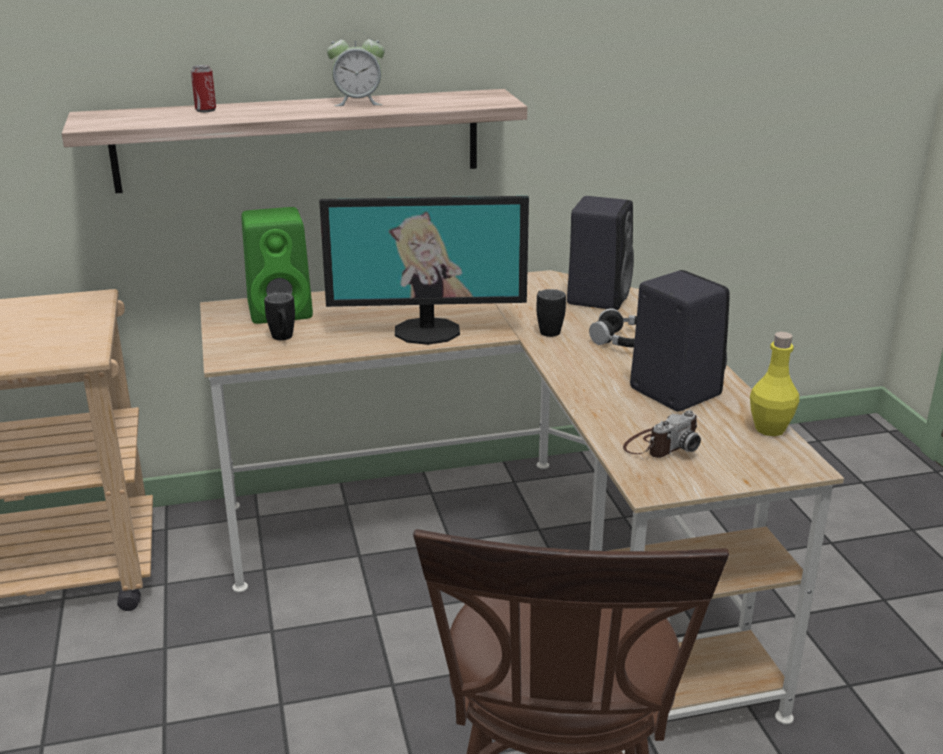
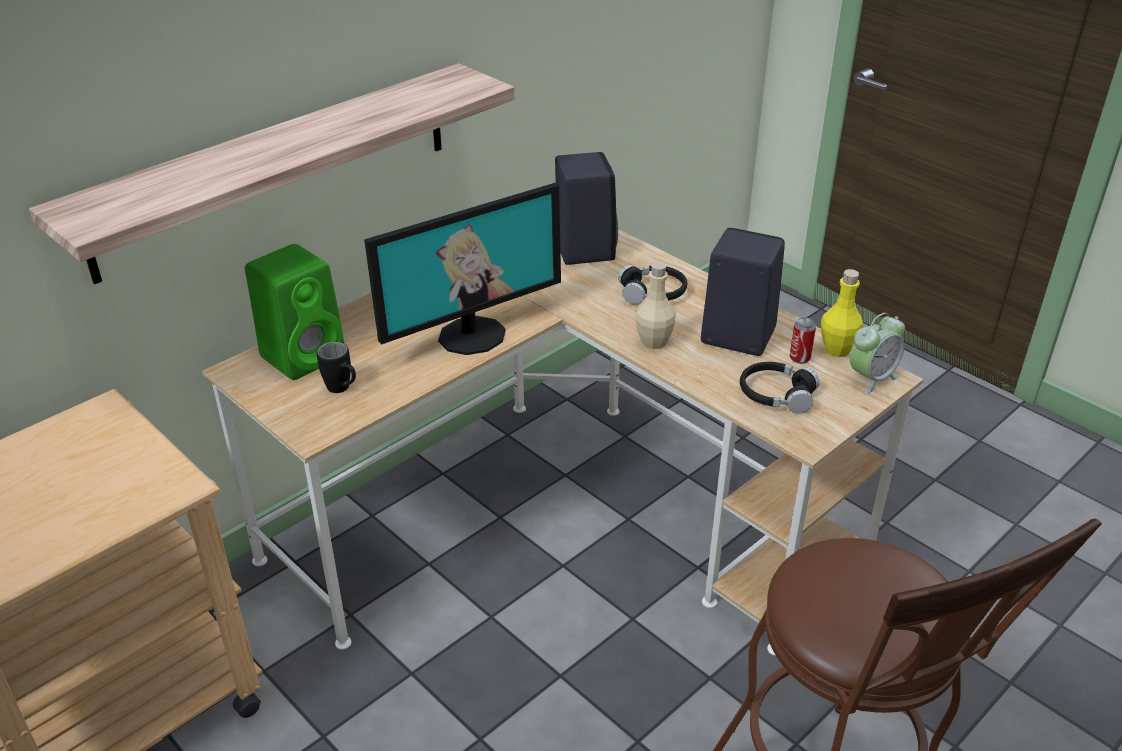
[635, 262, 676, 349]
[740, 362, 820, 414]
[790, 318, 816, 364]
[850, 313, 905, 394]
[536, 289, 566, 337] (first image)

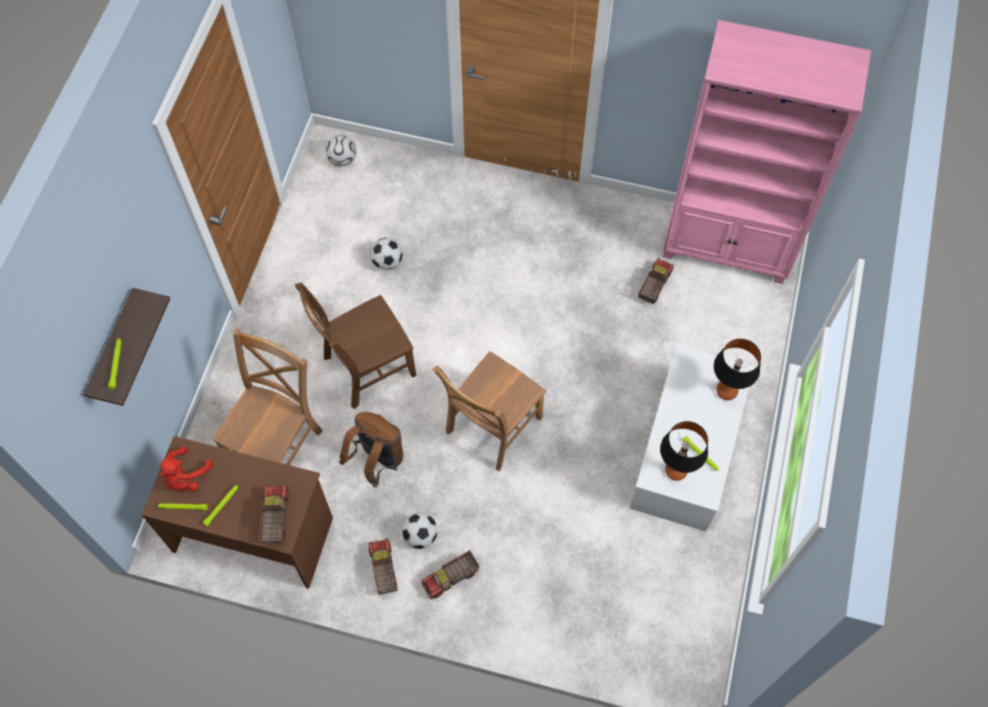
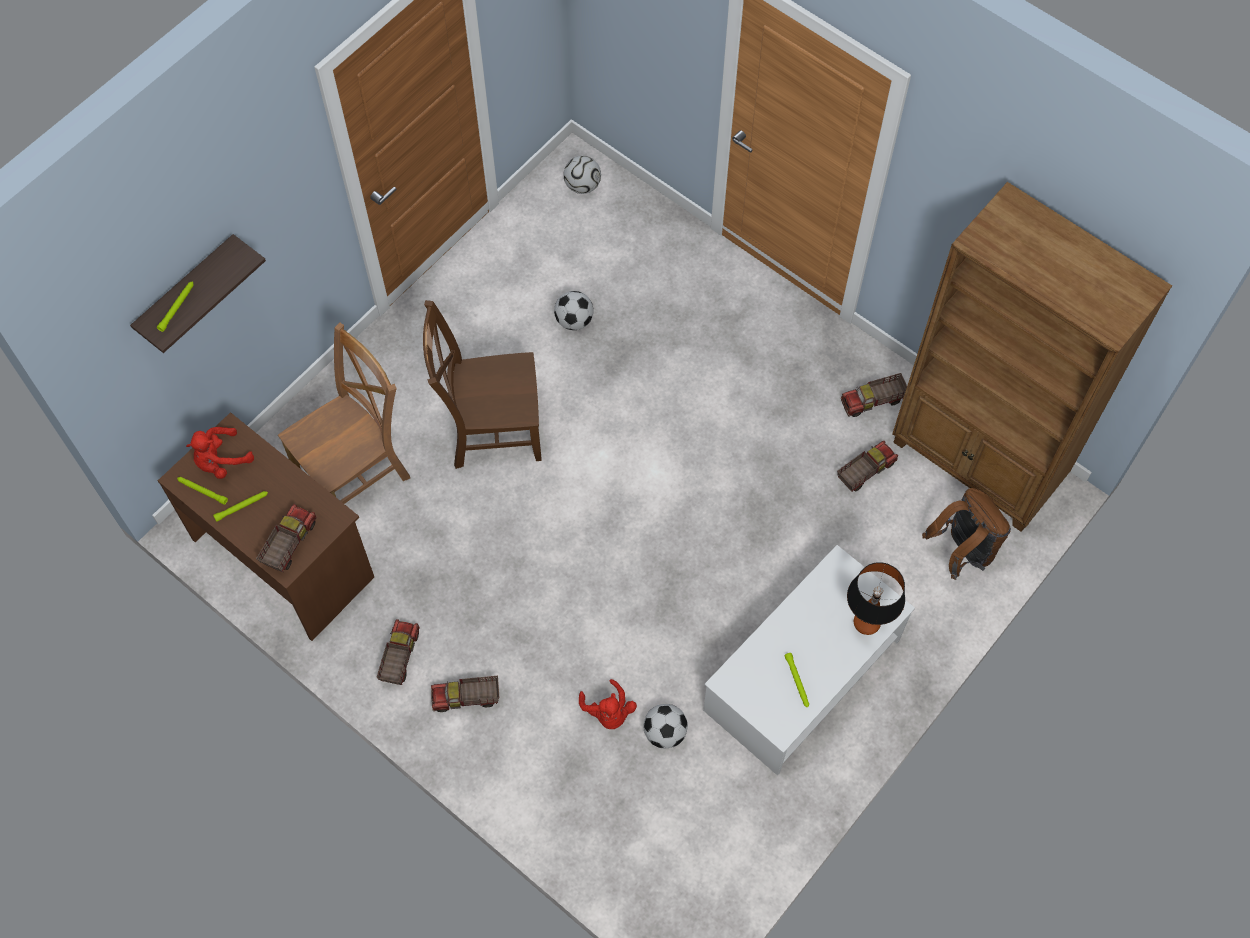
[579, 679, 637, 729]
[643, 704, 688, 748]
[841, 373, 907, 417]
[892, 182, 1172, 532]
[922, 488, 1011, 580]
[432, 352, 546, 471] (first image)
[660, 421, 708, 481] (first image)

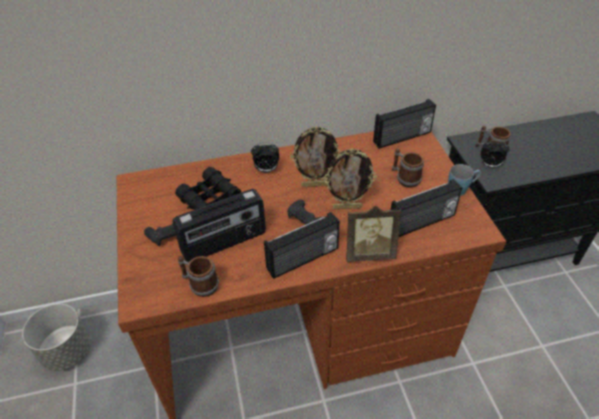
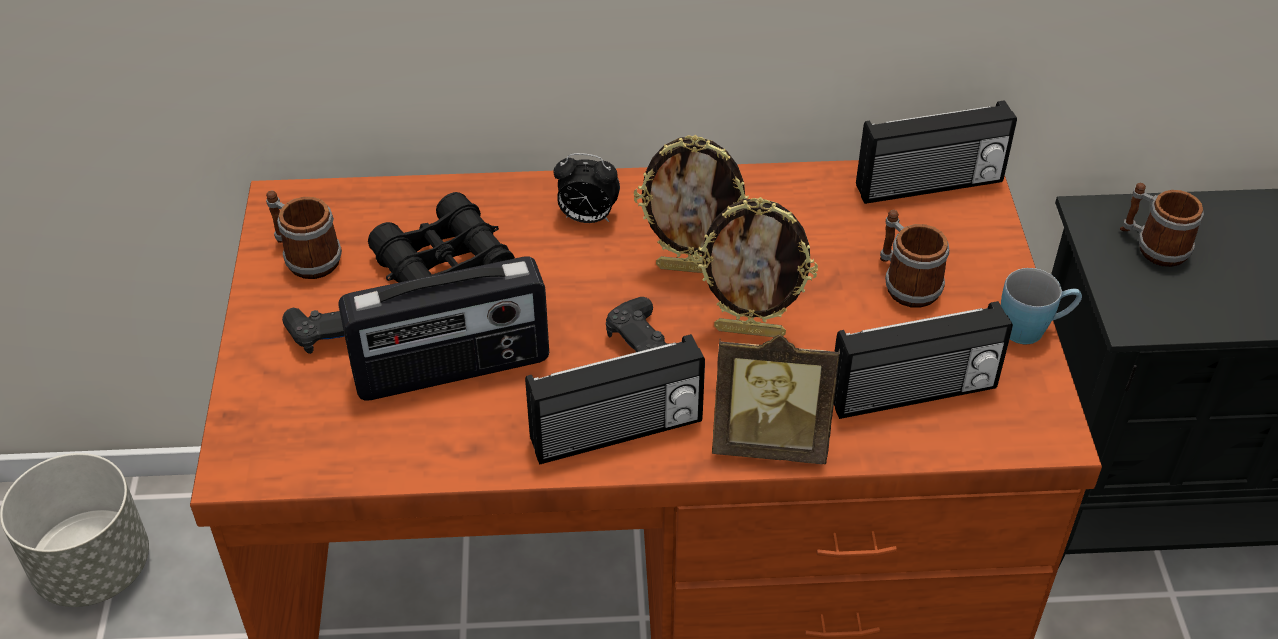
[266, 190, 342, 279]
[481, 140, 510, 168] (first image)

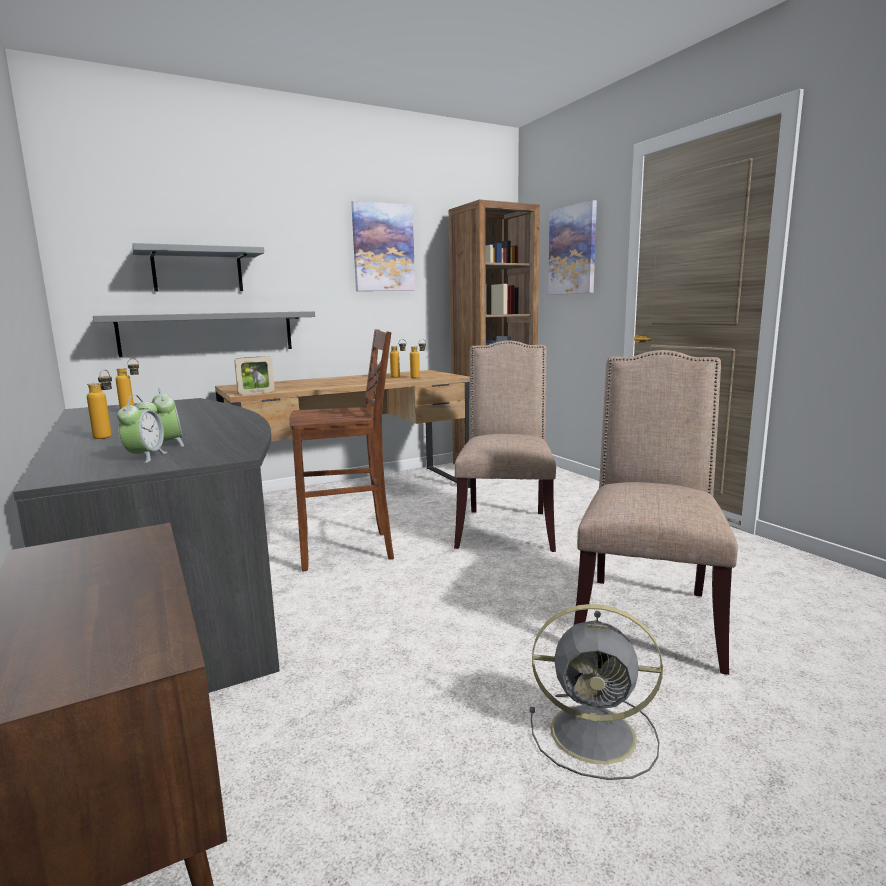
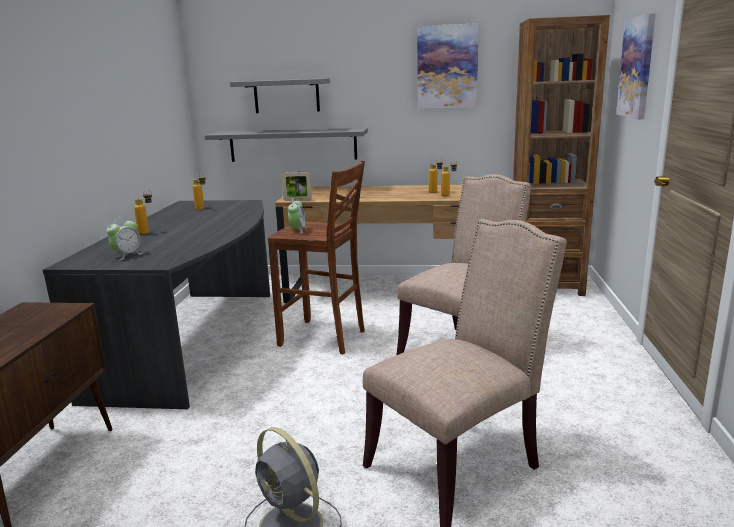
[288, 198, 306, 234]

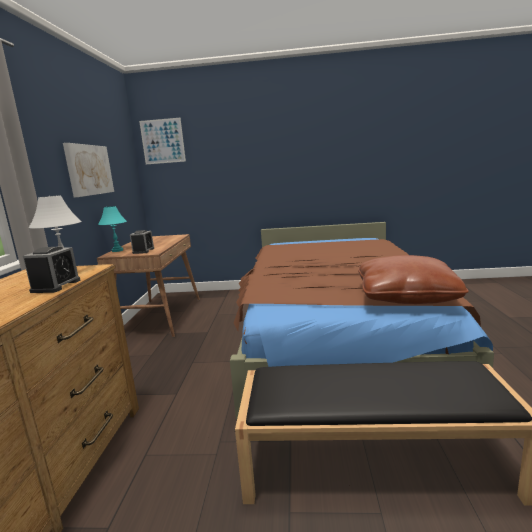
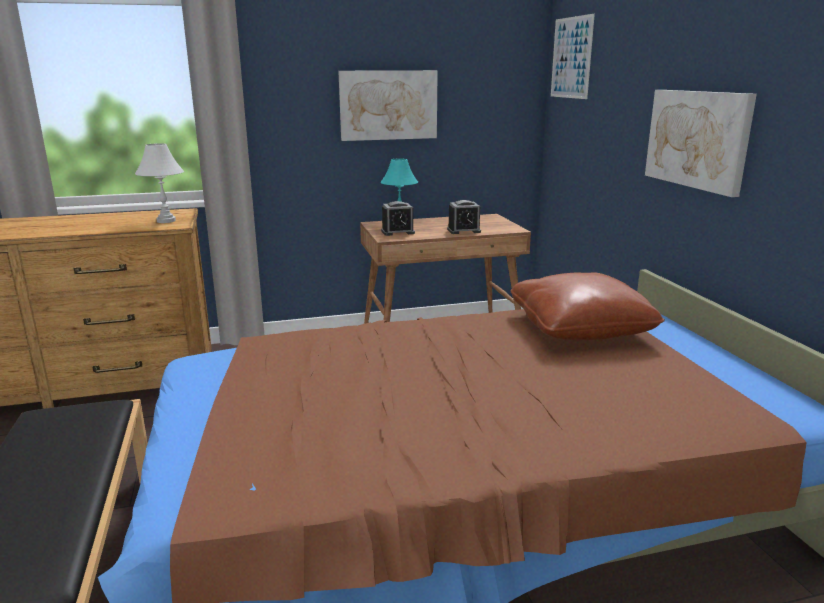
[447, 200, 481, 234]
[511, 272, 665, 340]
[645, 90, 757, 197]

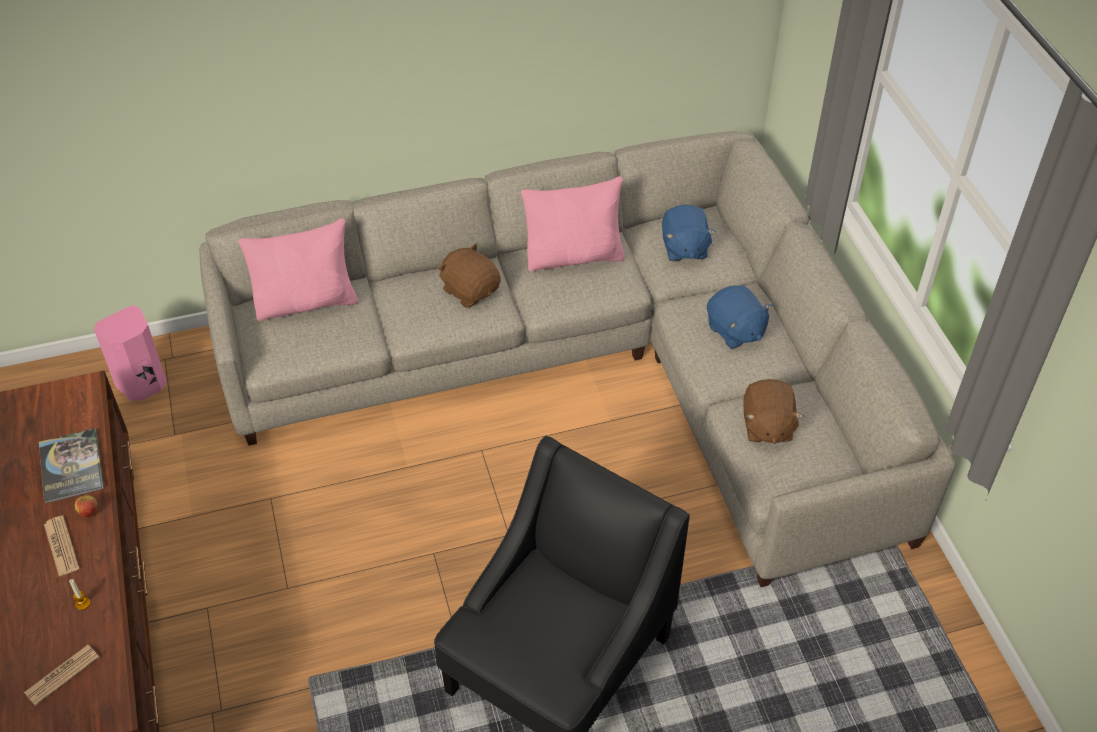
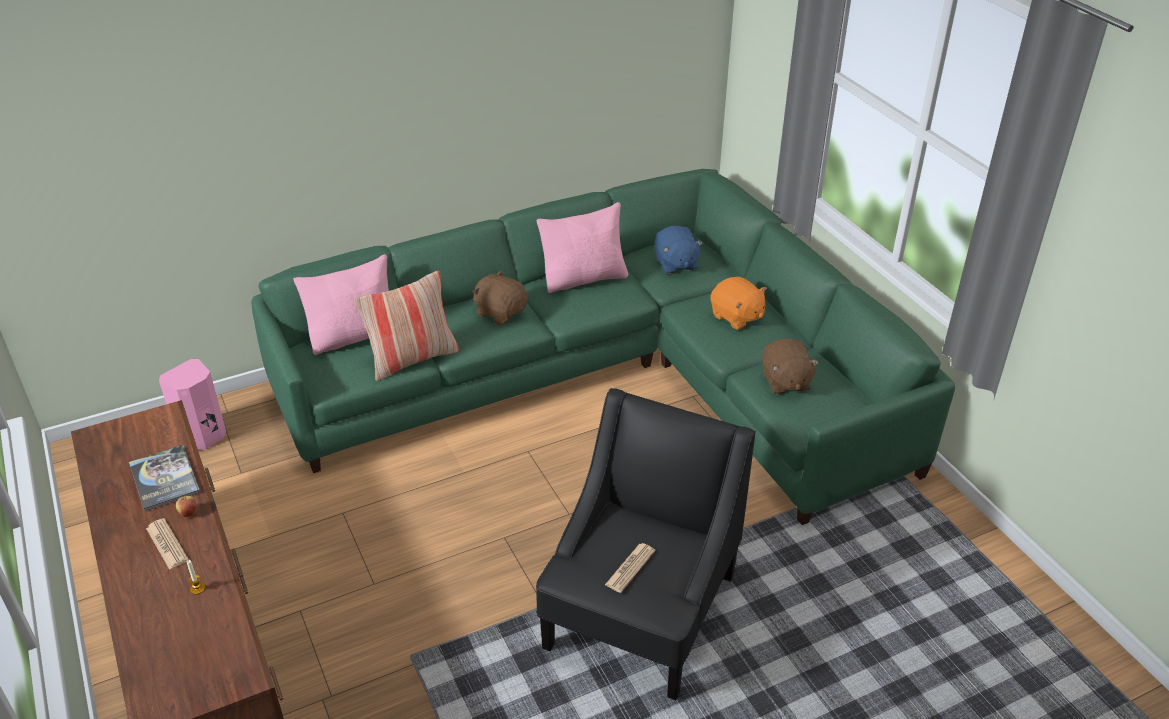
[251, 169, 955, 525]
[355, 271, 459, 381]
[605, 543, 656, 593]
[710, 277, 767, 330]

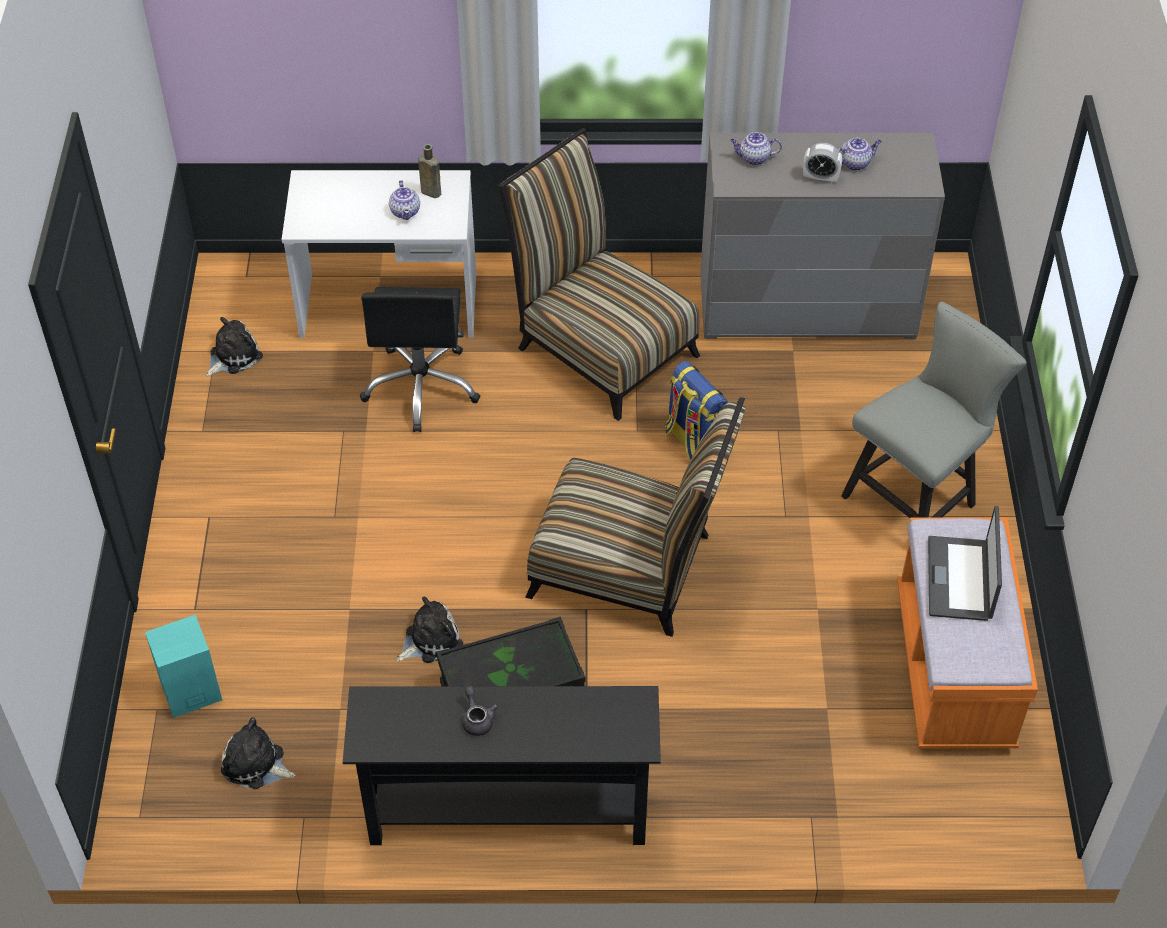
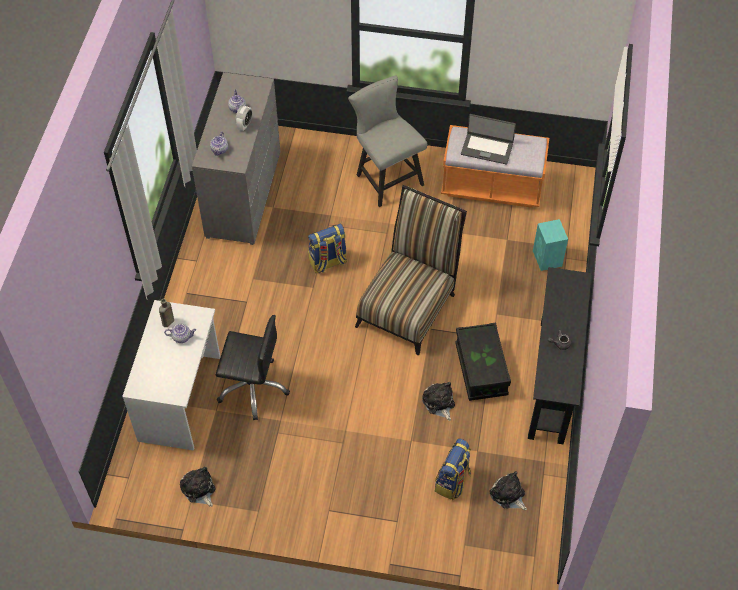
[435, 438, 471, 500]
[489, 471, 527, 510]
[533, 219, 568, 271]
[498, 128, 700, 421] (first image)

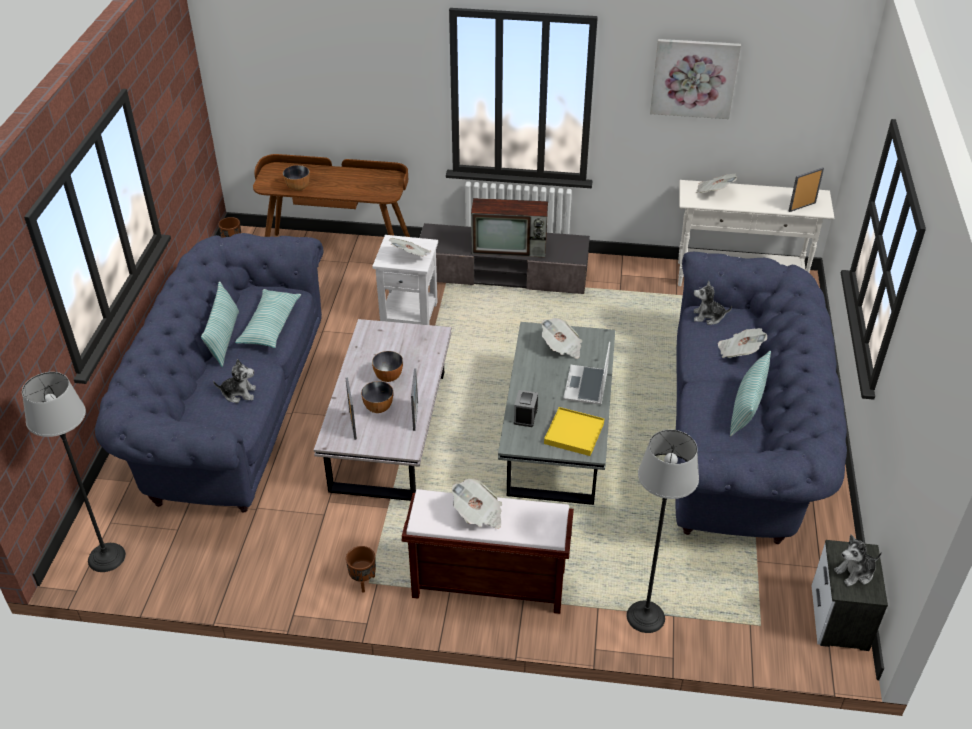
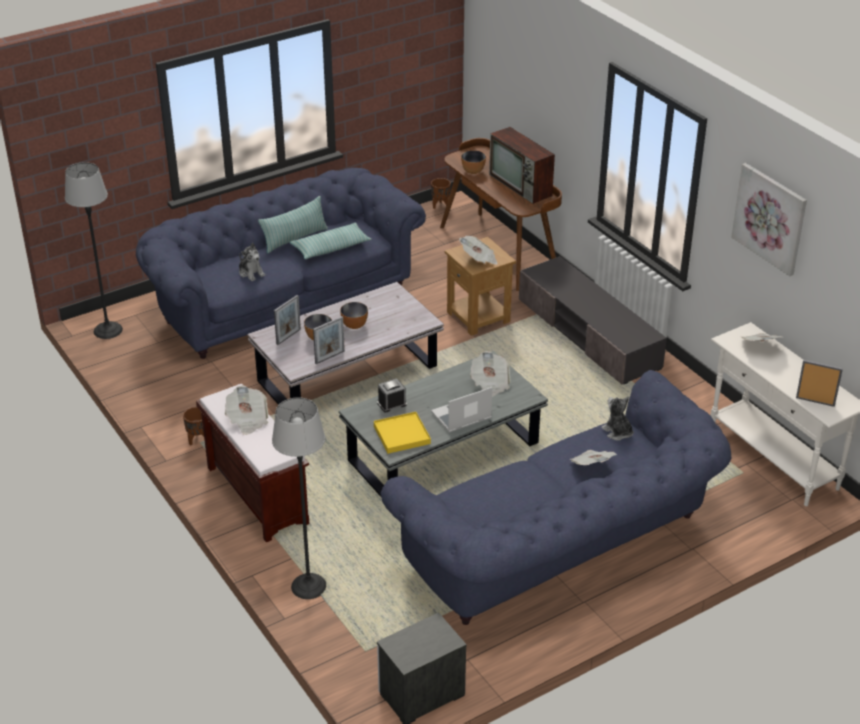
[445, 237, 516, 336]
[489, 127, 555, 204]
[730, 351, 771, 437] (first image)
[834, 535, 882, 586] (first image)

